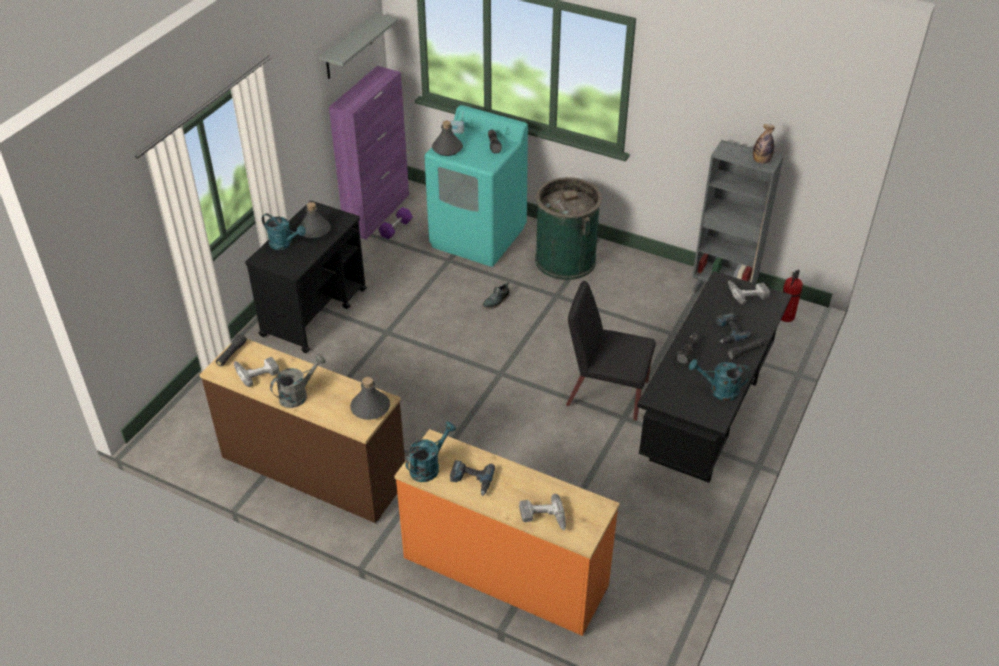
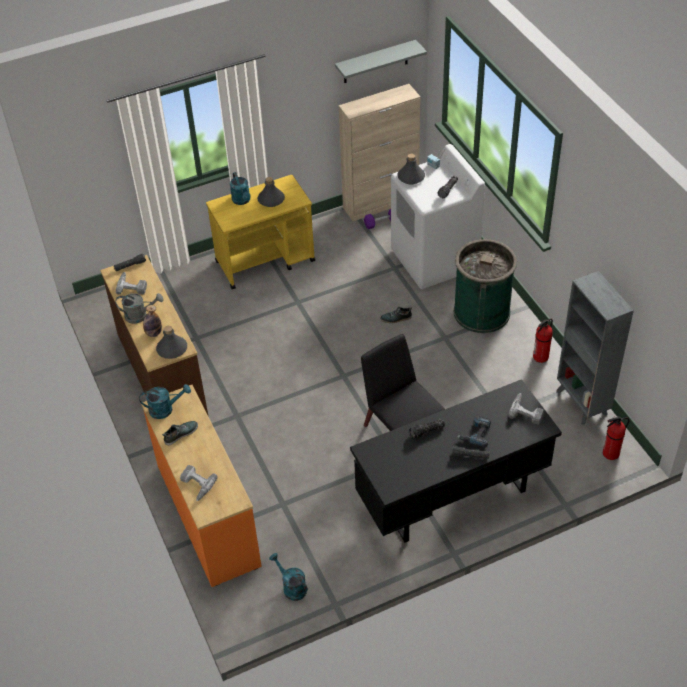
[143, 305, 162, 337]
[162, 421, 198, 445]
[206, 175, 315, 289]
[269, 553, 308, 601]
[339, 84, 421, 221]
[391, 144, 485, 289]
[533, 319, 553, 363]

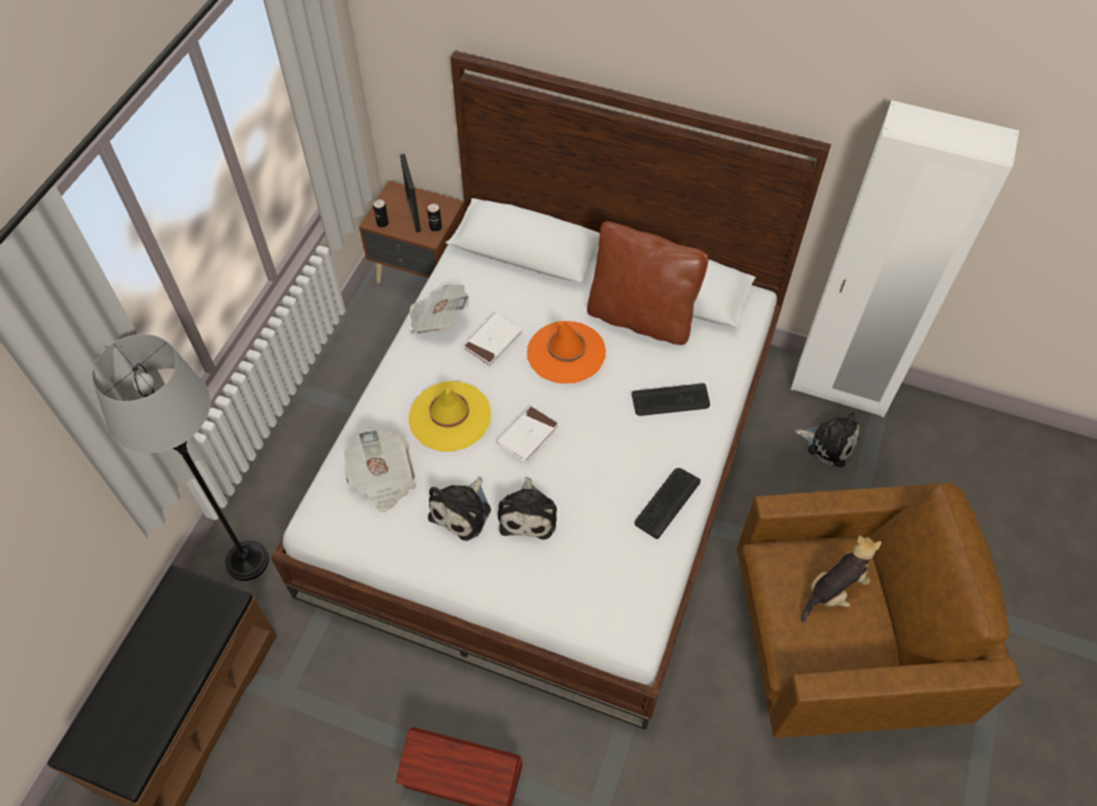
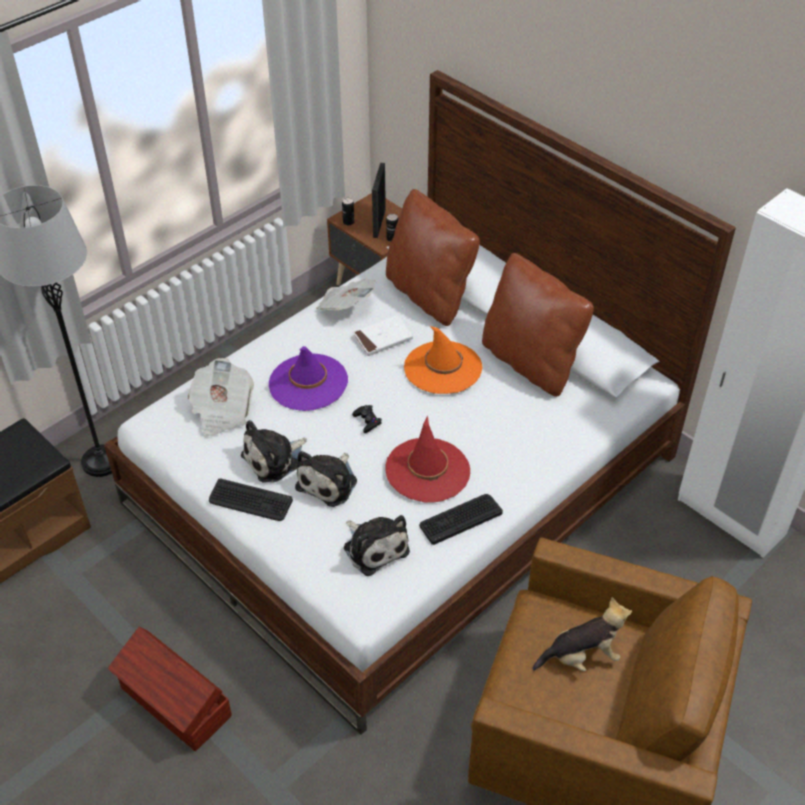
[209, 479, 293, 521]
[269, 346, 348, 411]
[344, 515, 410, 576]
[352, 405, 382, 433]
[386, 189, 480, 326]
[386, 416, 470, 503]

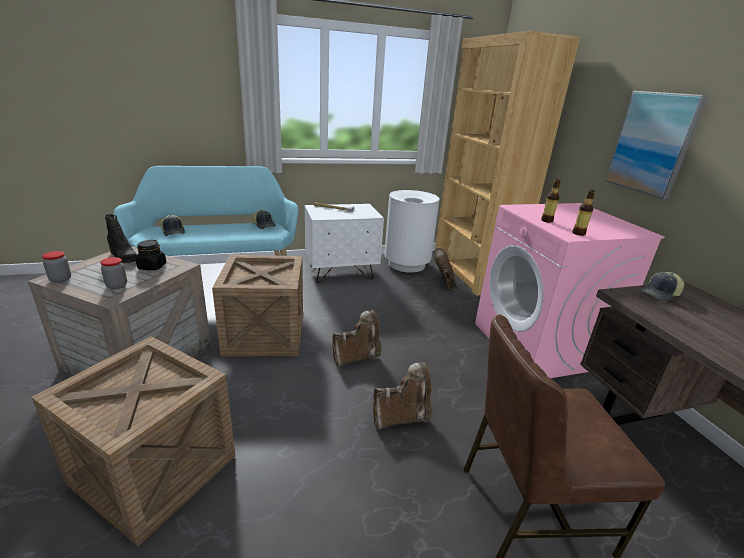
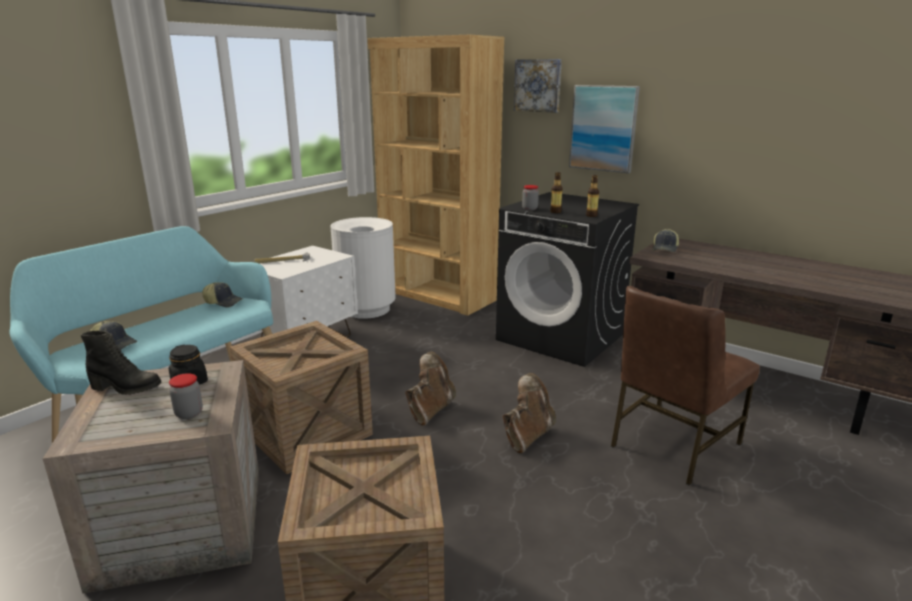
[496, 192, 639, 367]
[514, 59, 562, 113]
[522, 185, 539, 210]
[433, 248, 457, 292] (first image)

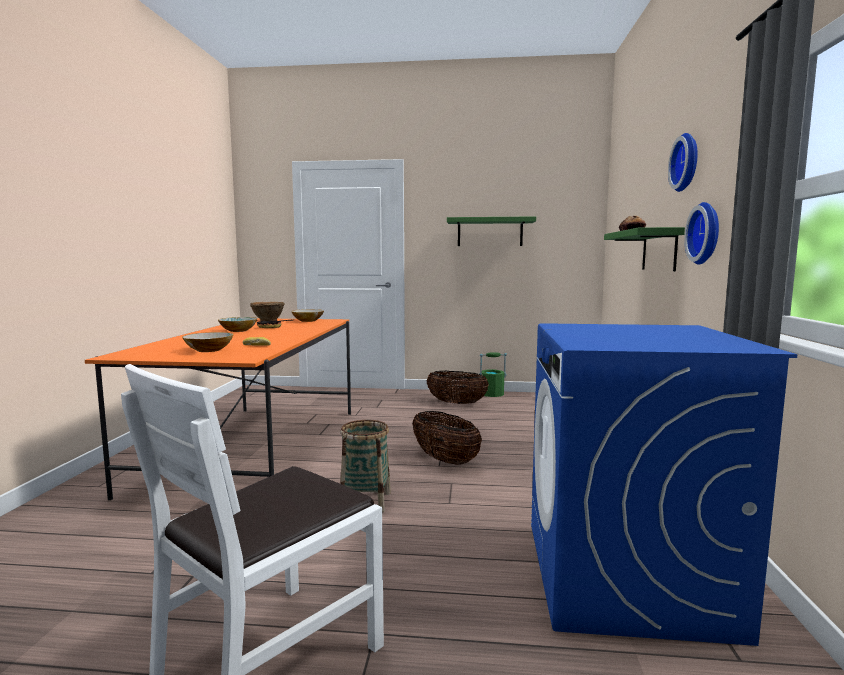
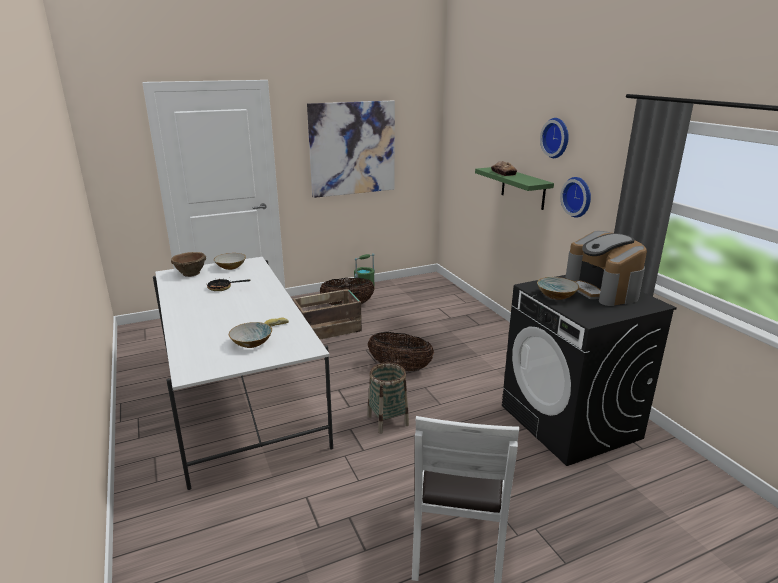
[153, 257, 333, 490]
[293, 289, 362, 340]
[307, 101, 395, 198]
[502, 275, 677, 466]
[537, 277, 579, 300]
[566, 231, 647, 306]

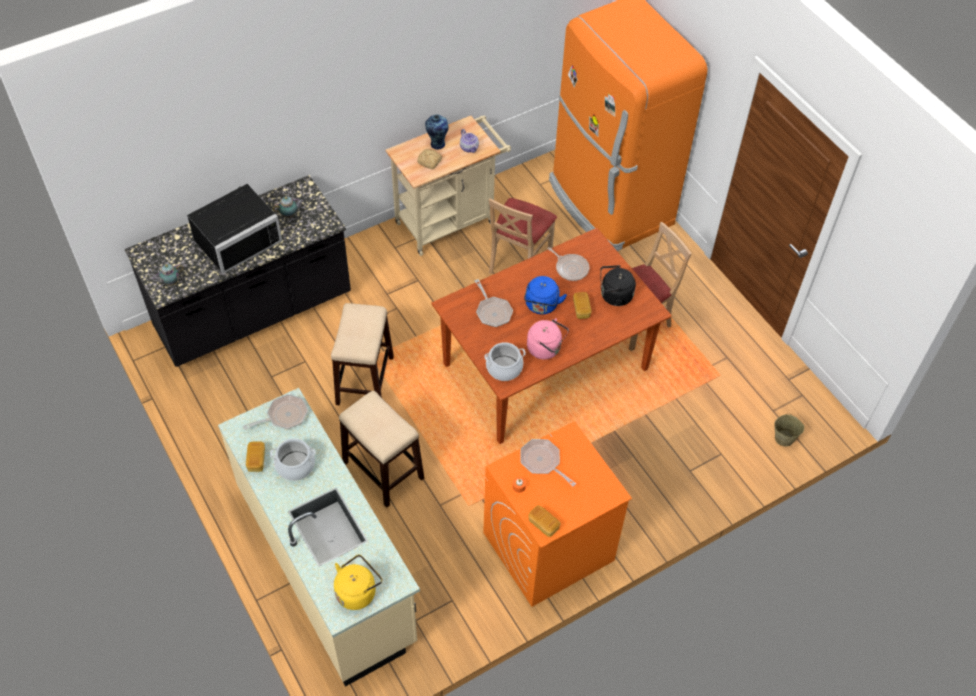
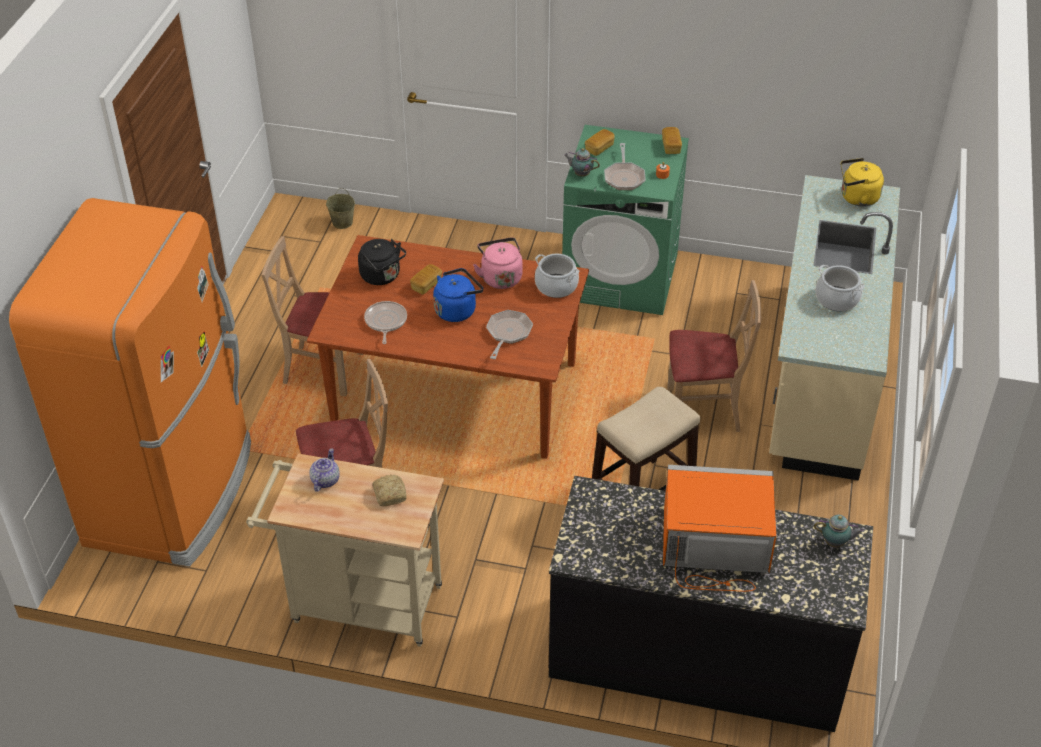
[562, 125, 689, 315]
[564, 148, 600, 176]
[585, 129, 615, 156]
[663, 465, 776, 592]
[667, 280, 761, 432]
[243, 394, 308, 430] (first image)
[425, 115, 449, 150] (first image)

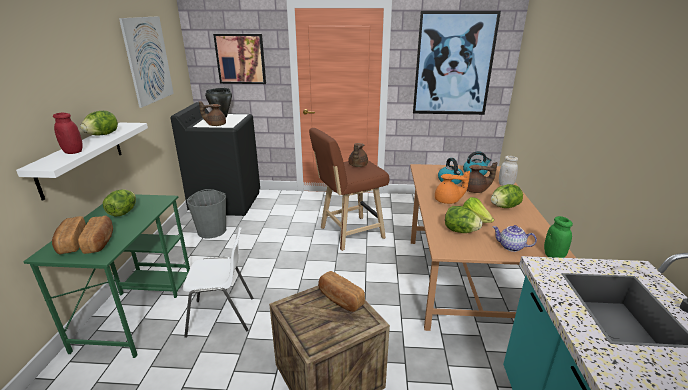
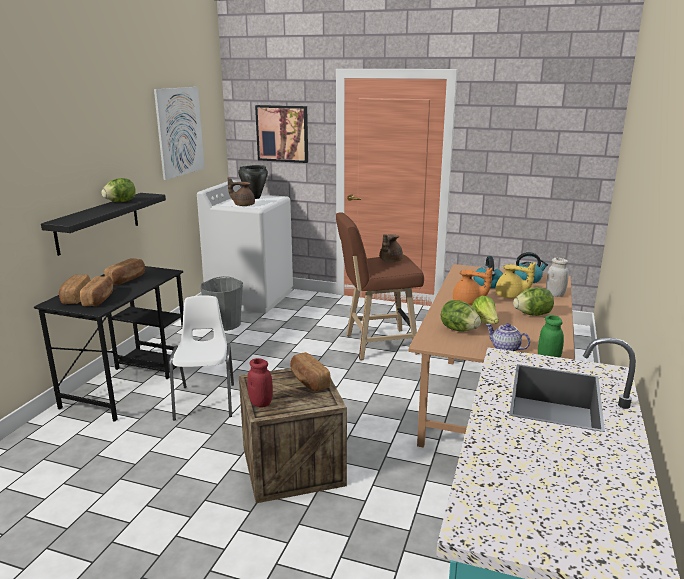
[34, 266, 184, 422]
[41, 193, 166, 256]
[104, 258, 145, 285]
[169, 295, 234, 420]
[197, 180, 293, 313]
[247, 358, 273, 407]
[495, 262, 536, 298]
[413, 11, 501, 115] (first image)

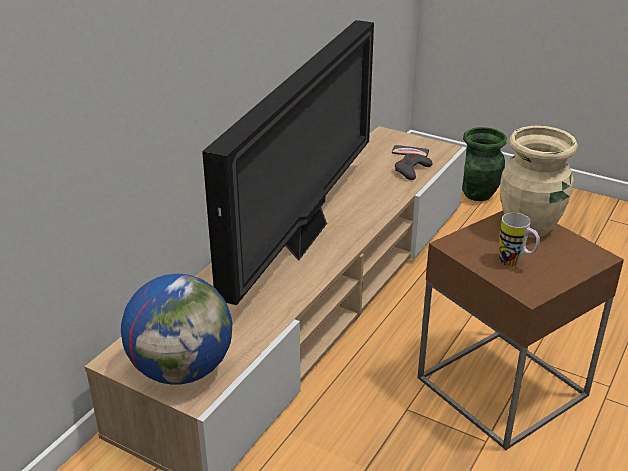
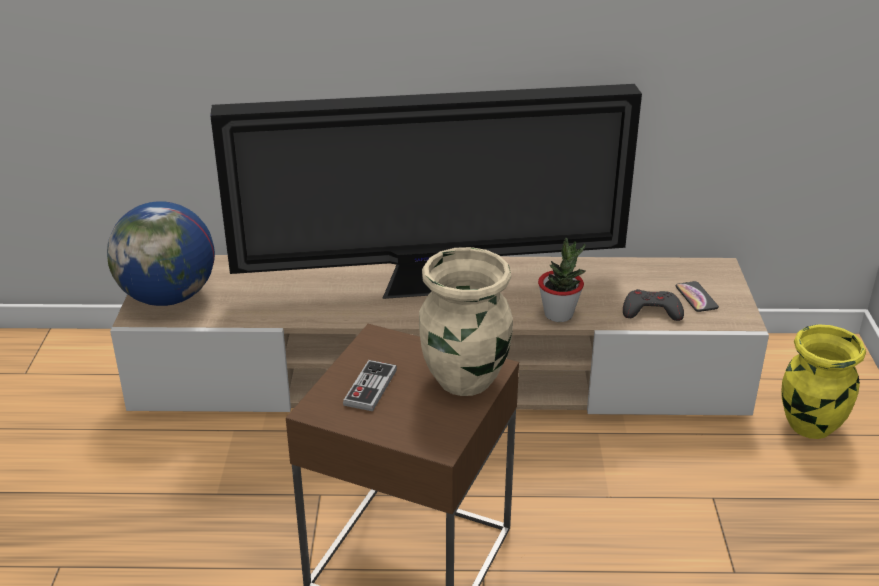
[343, 360, 397, 411]
[538, 238, 586, 322]
[782, 324, 866, 439]

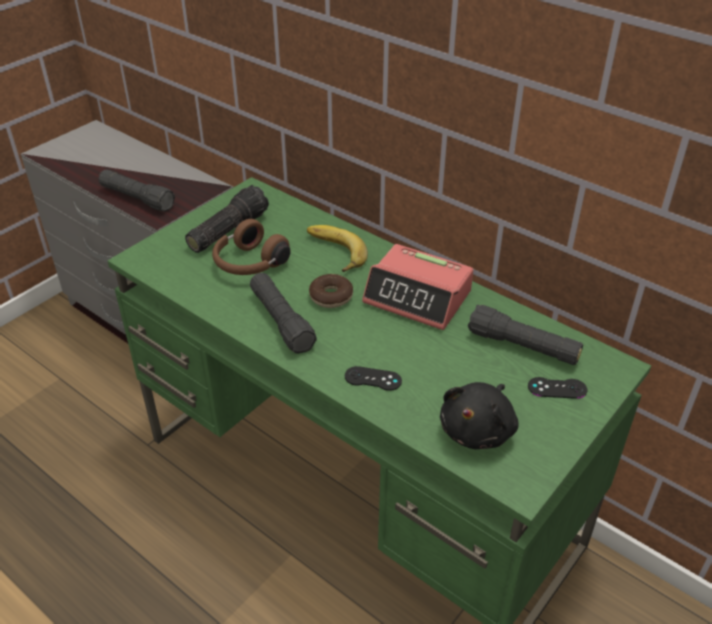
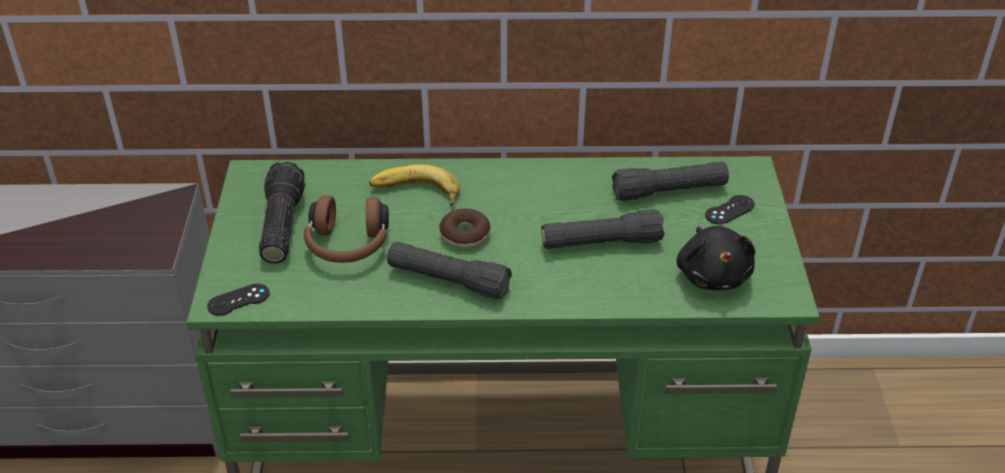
[207, 284, 269, 316]
[541, 209, 665, 249]
[362, 244, 473, 330] (first image)

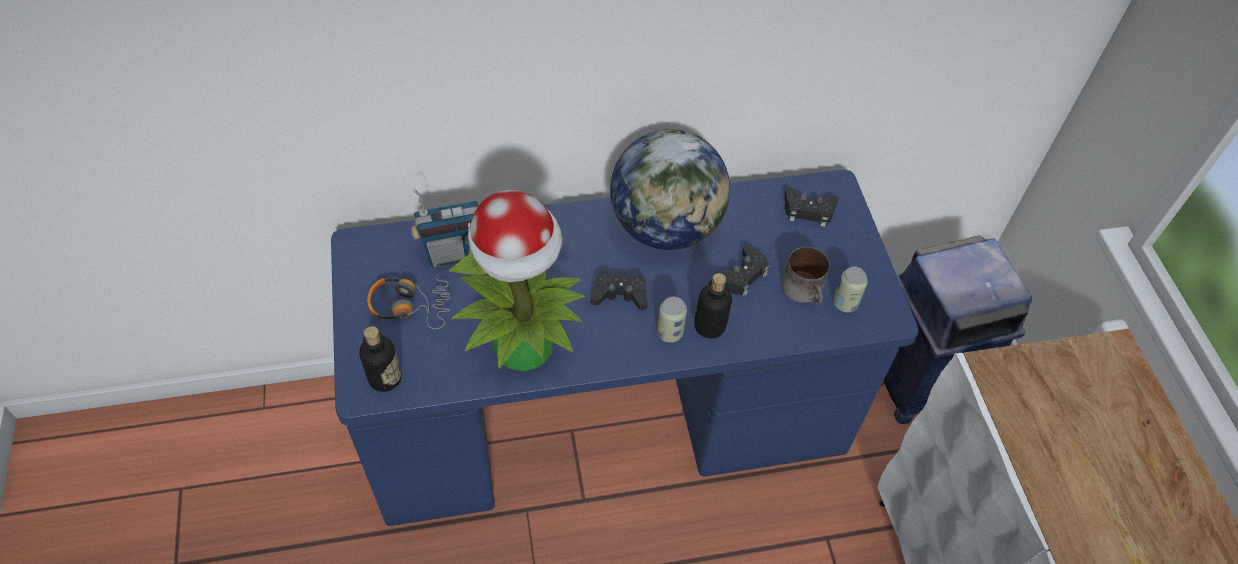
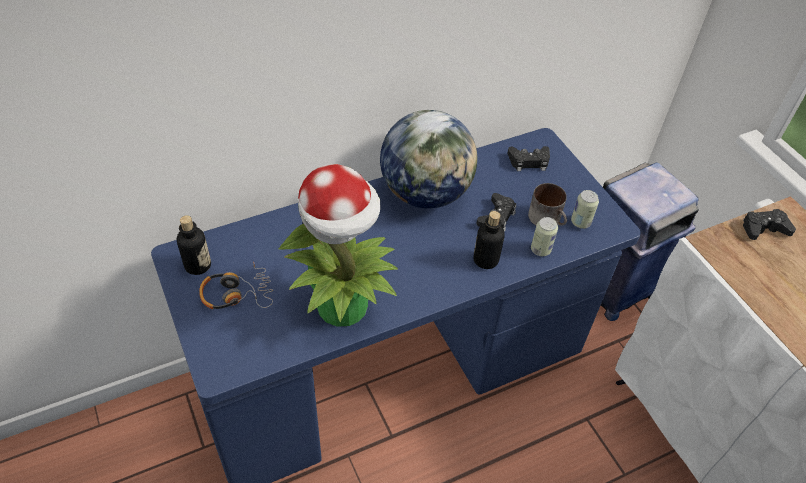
[177, 215, 211, 275]
[531, 217, 558, 256]
[743, 209, 796, 240]
[411, 189, 479, 267] (first image)

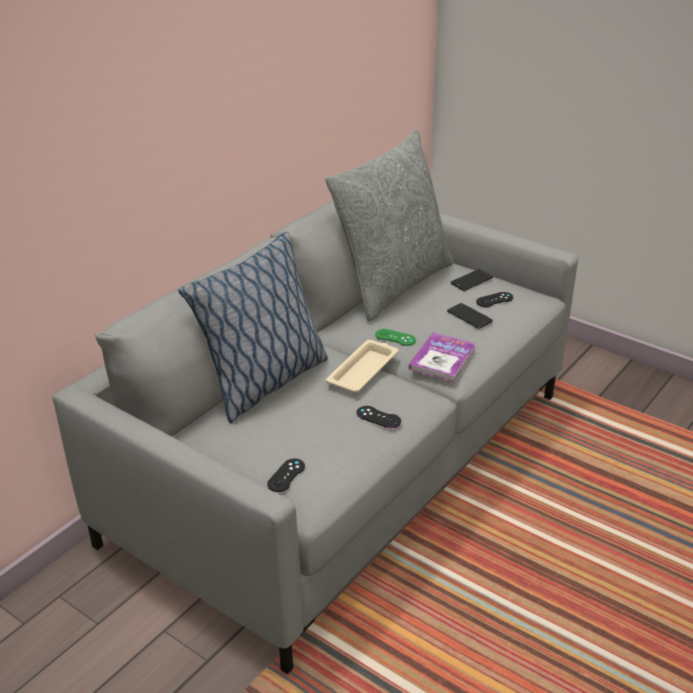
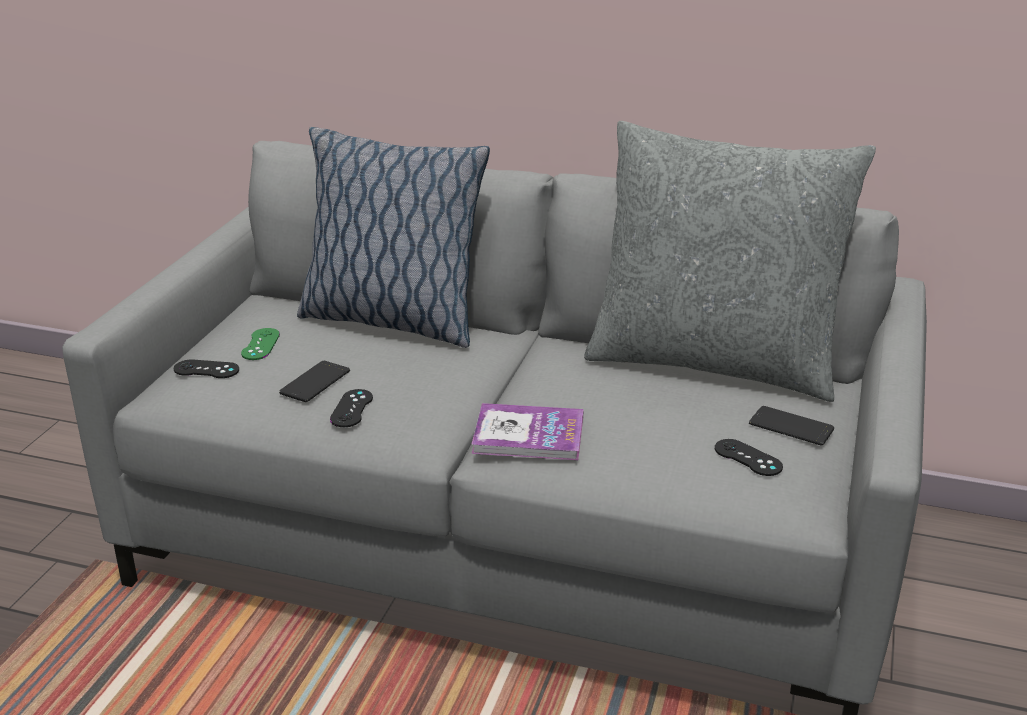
[241, 328, 280, 360]
[279, 361, 350, 402]
[325, 340, 398, 393] (first image)

